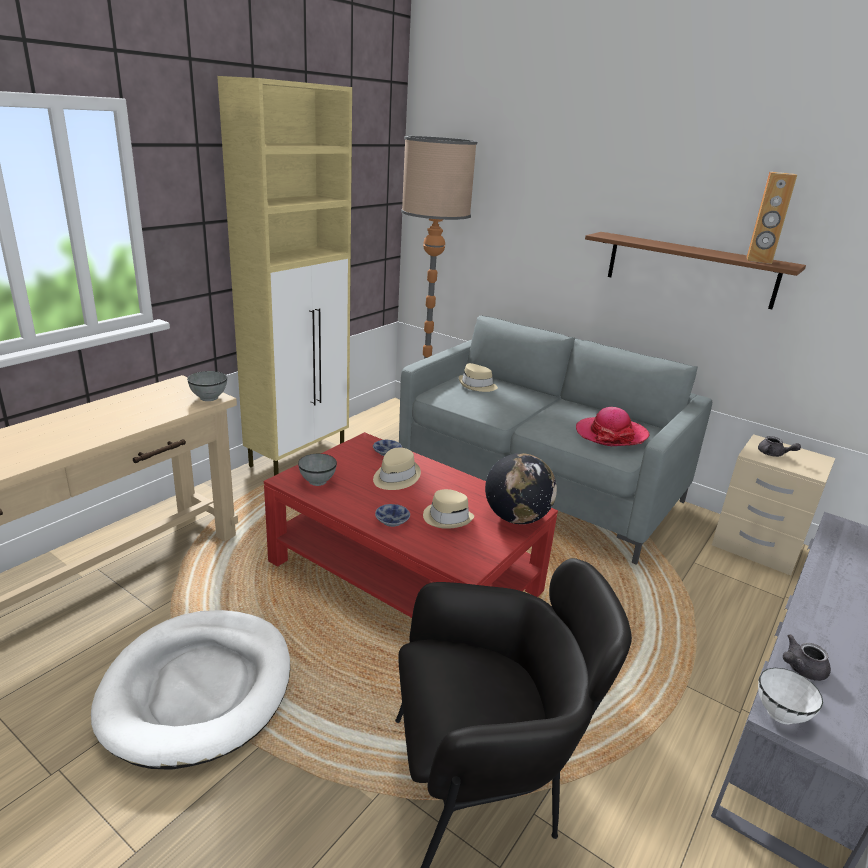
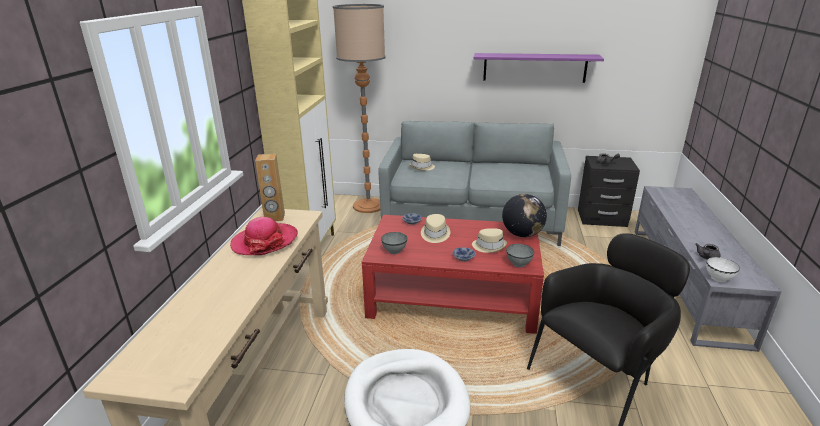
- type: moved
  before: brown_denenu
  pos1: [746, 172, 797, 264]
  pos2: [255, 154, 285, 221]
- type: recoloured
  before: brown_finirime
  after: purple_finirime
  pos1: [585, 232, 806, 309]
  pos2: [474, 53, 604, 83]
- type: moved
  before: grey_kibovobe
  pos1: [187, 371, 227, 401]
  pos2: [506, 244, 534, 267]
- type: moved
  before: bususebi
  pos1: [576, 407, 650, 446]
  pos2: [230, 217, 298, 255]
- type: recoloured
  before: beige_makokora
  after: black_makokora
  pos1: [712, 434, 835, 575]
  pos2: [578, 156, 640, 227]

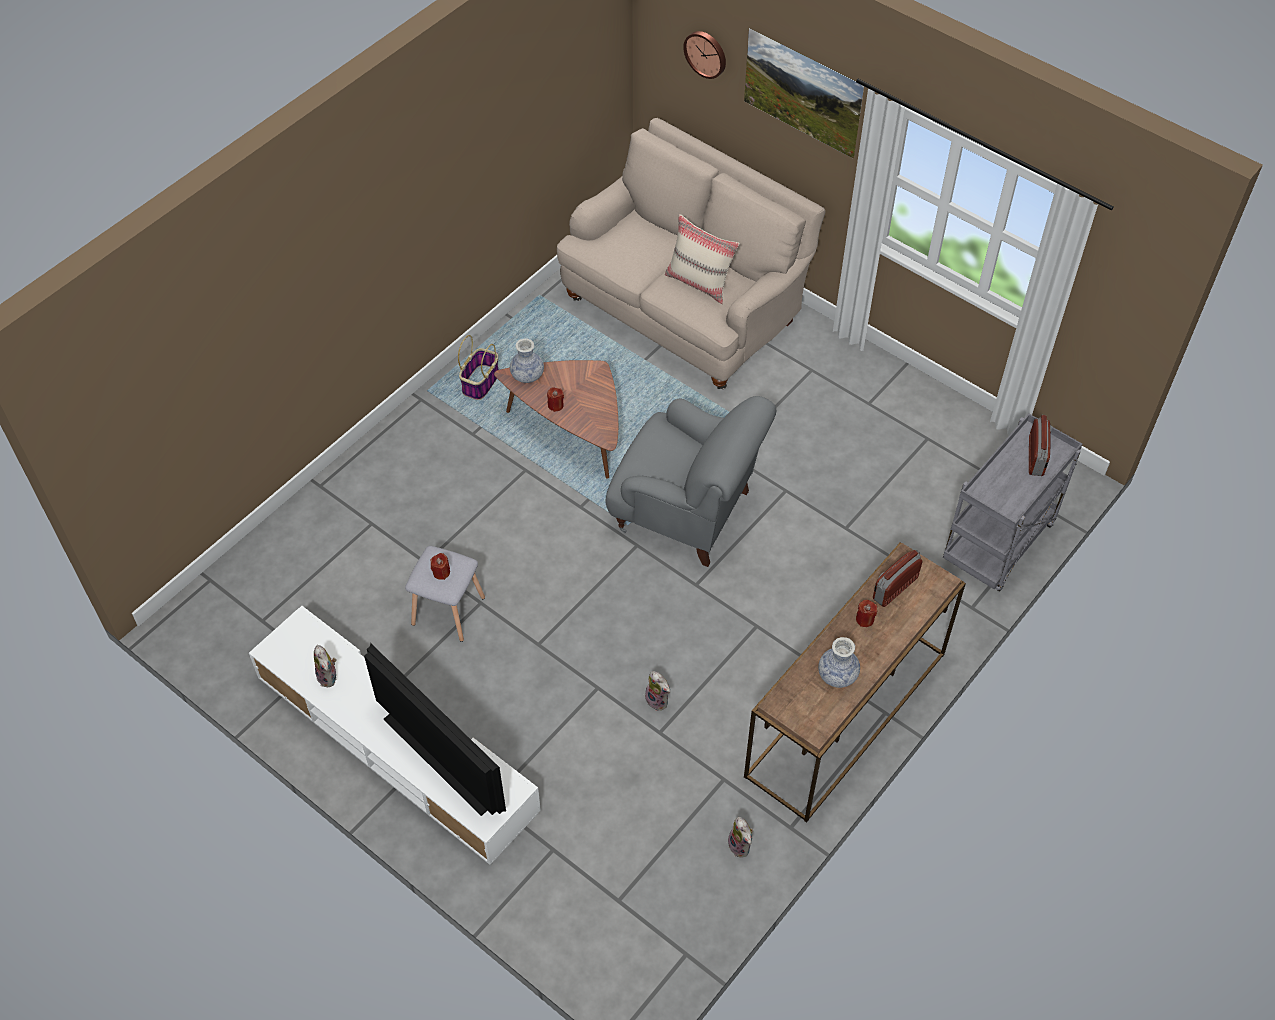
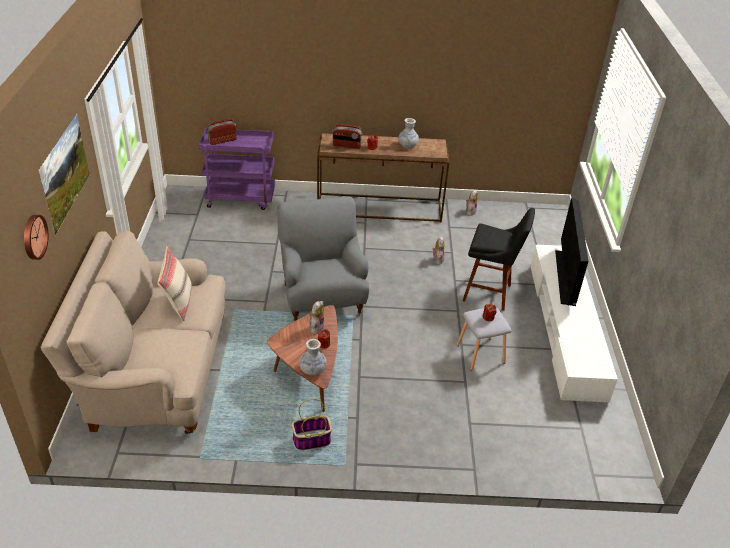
- type: recoloured
  before: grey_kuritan
  after: purple_kuritan
  pos1: [943, 413, 1082, 591]
  pos2: [199, 128, 275, 210]
- type: moved
  before: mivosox
  pos1: [314, 645, 336, 687]
  pos2: [309, 301, 324, 334]
- type: added
  after: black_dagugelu
  pos2: [463, 208, 535, 311]

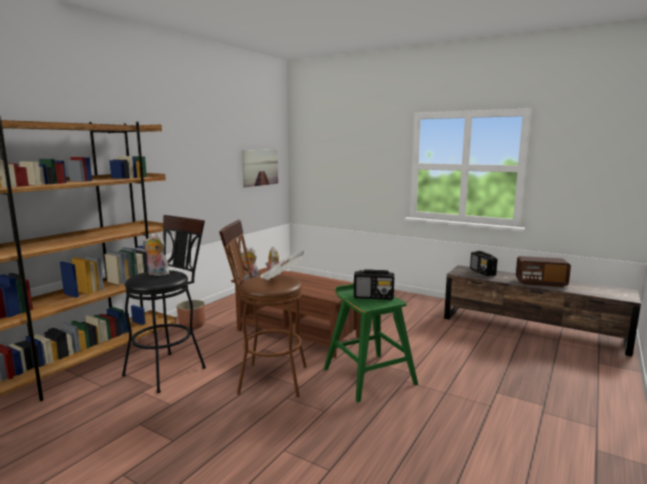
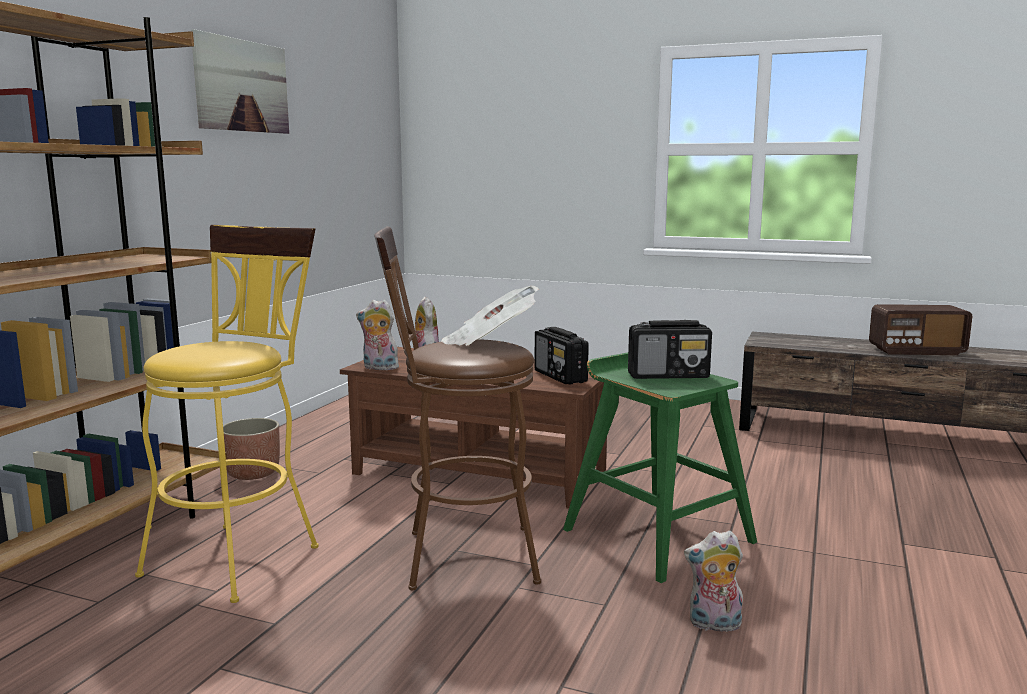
- type: moved
  before: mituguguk
  pos1: [242, 150, 278, 187]
  pos2: [191, 29, 289, 134]
- type: recoloured
  before: black_dagugelu
  after: yellow_dagugelu
  pos1: [122, 215, 206, 393]
  pos2: [135, 224, 319, 603]
- type: moved
  before: mivosox
  pos1: [143, 233, 169, 276]
  pos2: [684, 530, 743, 632]
- type: moved
  before: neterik
  pos1: [470, 251, 498, 276]
  pos2: [535, 327, 589, 385]

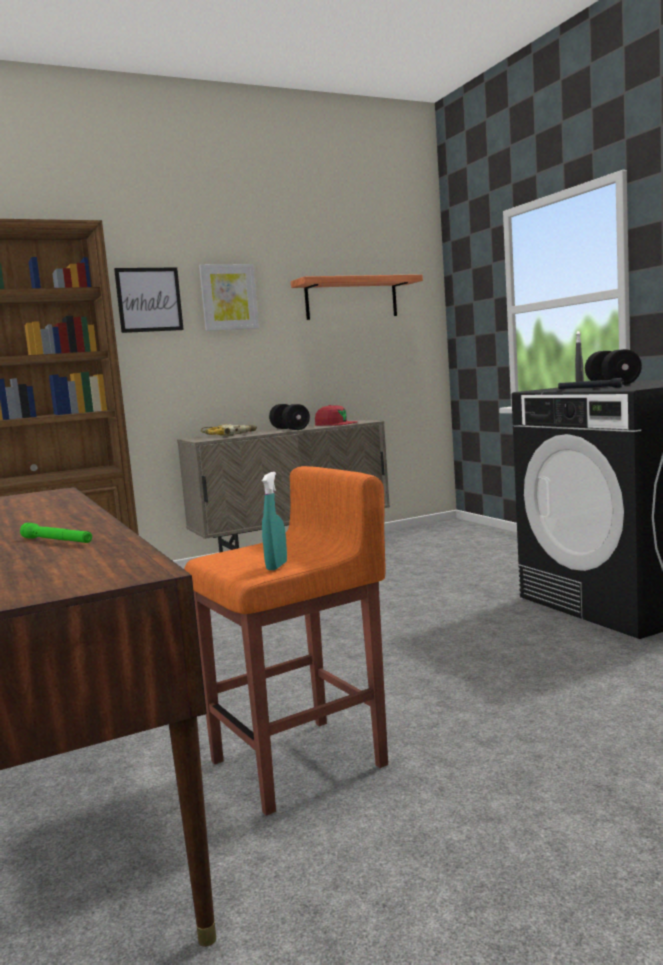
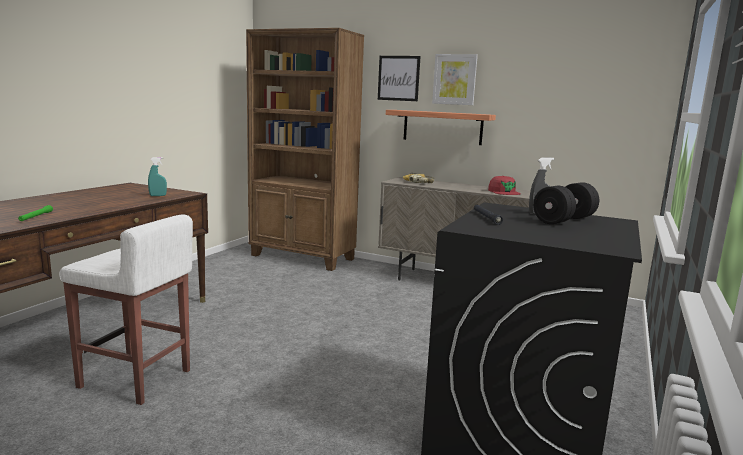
- type: moved
  before: finirime
  pos1: [291, 274, 423, 320]
  pos2: [386, 110, 496, 145]
- type: removed
  before: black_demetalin
  pos1: [269, 404, 310, 430]
- type: recoloured
  before: orange_dagugelu
  after: white_dagugelu
  pos1: [184, 466, 388, 816]
  pos2: [59, 214, 193, 405]
- type: moved
  before: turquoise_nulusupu
  pos1: [262, 472, 287, 570]
  pos2: [148, 157, 167, 196]

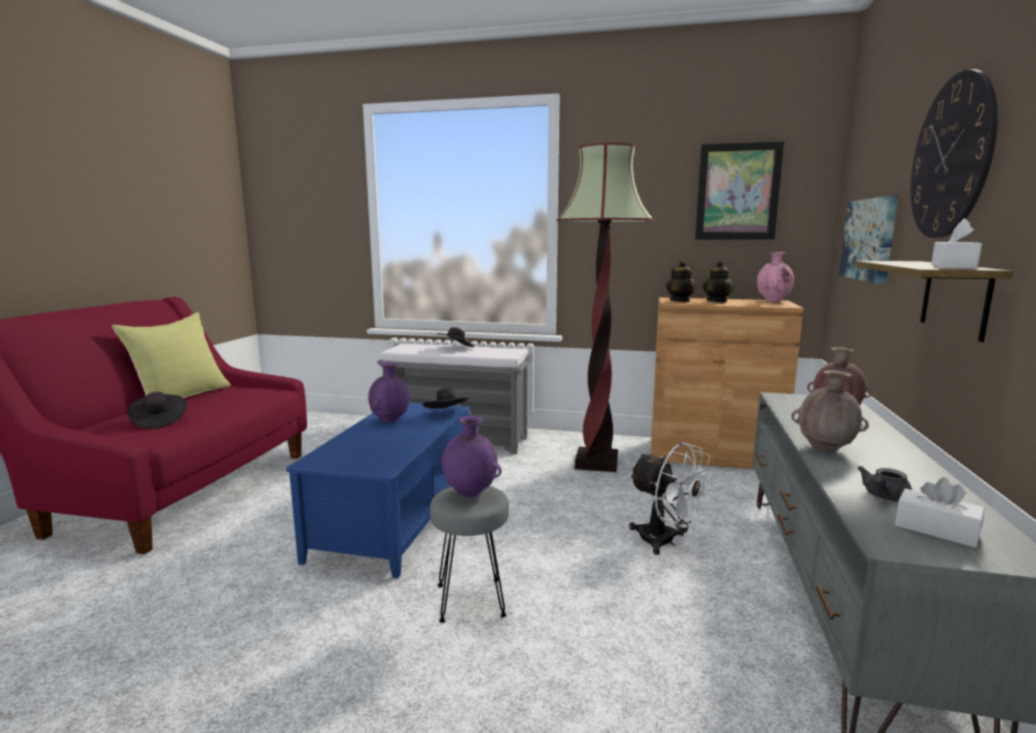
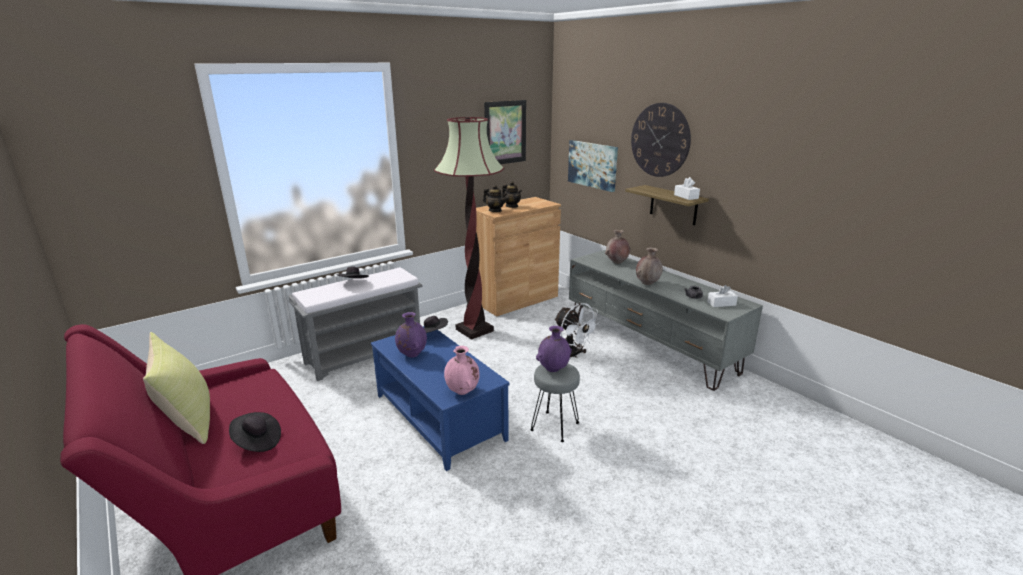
- type: moved
  before: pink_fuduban
  pos1: [757, 252, 794, 302]
  pos2: [444, 346, 480, 395]
- type: turned
  before: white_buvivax
  pos1: [629, 443, 713, 555]
  pos2: [554, 303, 601, 358]
  turn: 60

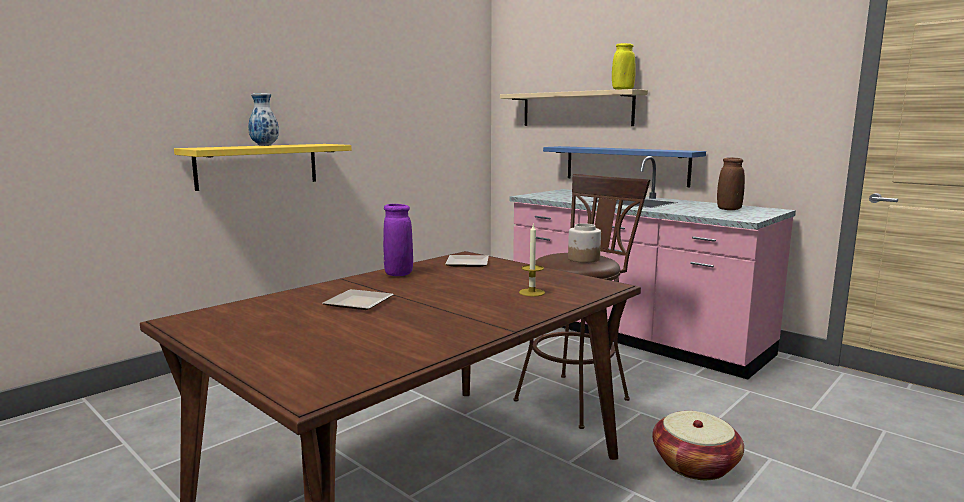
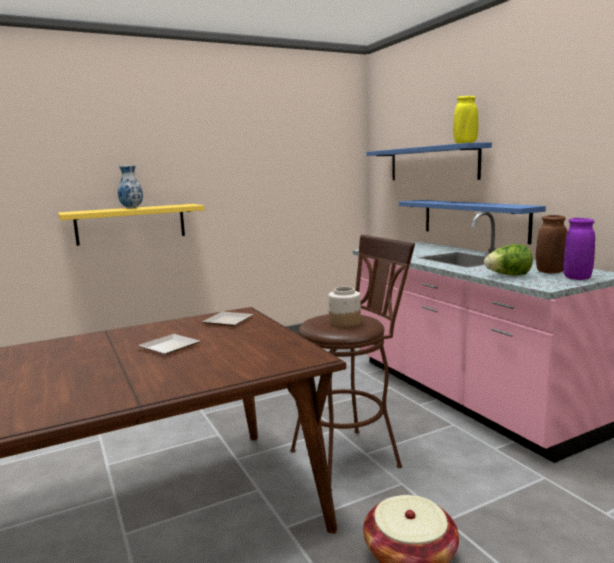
- type: recoloured
  before: beige_finirime
  after: blue_finirime
  pos1: [500, 89, 648, 126]
  pos2: [366, 142, 492, 180]
- type: moved
  before: purple_fuduban
  pos1: [383, 204, 413, 276]
  pos2: [563, 218, 595, 280]
- type: removed
  before: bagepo
  pos1: [519, 225, 545, 297]
- type: moved
  before: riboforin
  pos1: [322, 289, 394, 310]
  pos2: [138, 334, 200, 354]
- type: added
  after: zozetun
  pos2: [484, 244, 533, 276]

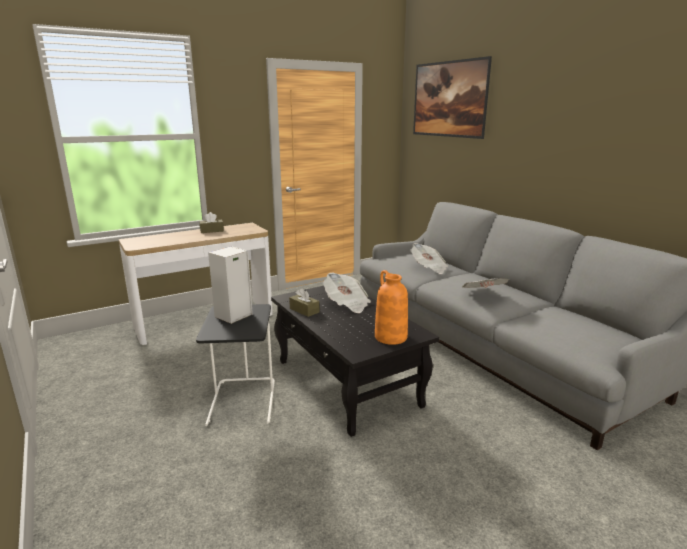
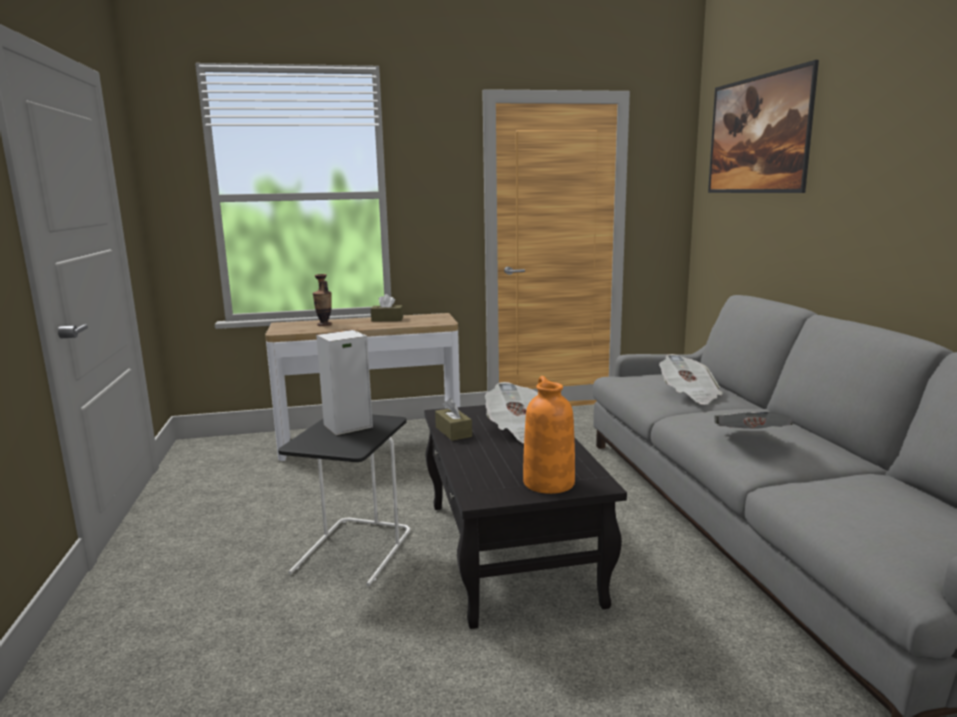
- type: added
  after: fuduban
  pos2: [313, 274, 332, 326]

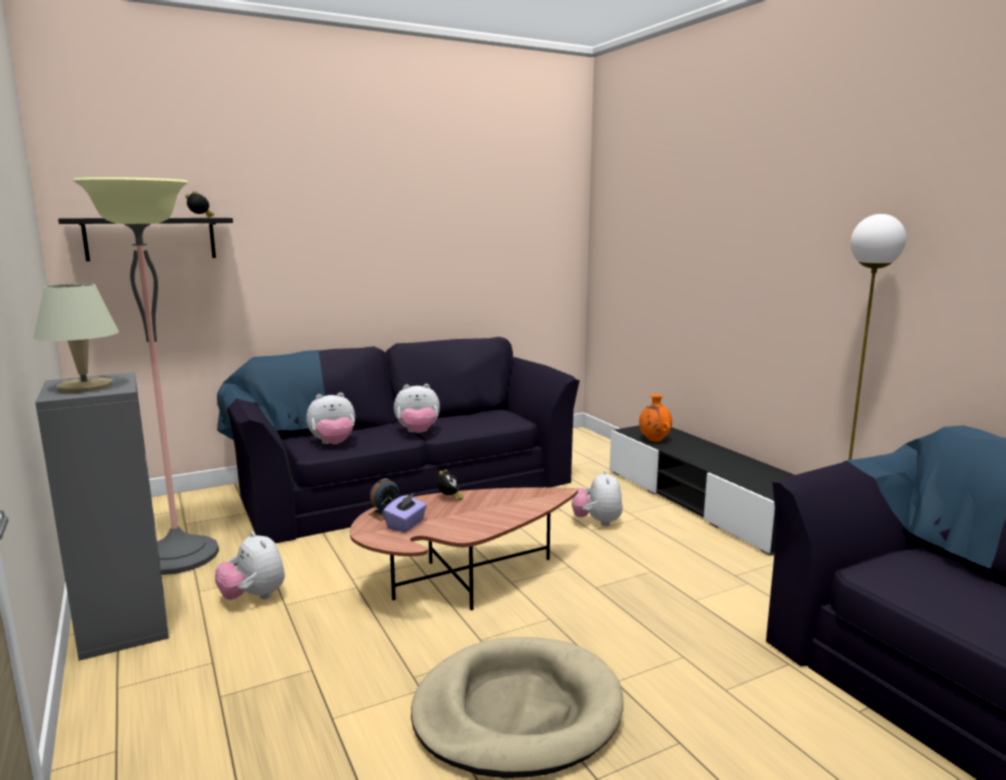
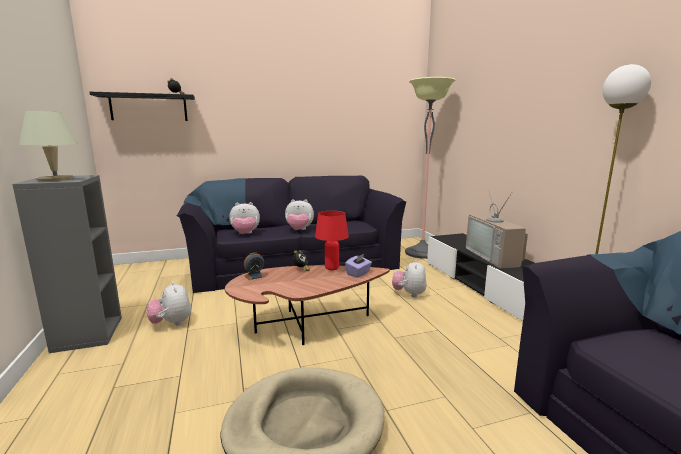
- type: moved
  before: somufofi
  pos1: [73, 177, 219, 575]
  pos2: [405, 77, 456, 259]
- type: removed
  before: orange_fuduban
  pos1: [639, 394, 672, 442]
- type: moved
  before: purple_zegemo
  pos1: [383, 493, 427, 533]
  pos2: [345, 253, 372, 277]
- type: added
  after: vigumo
  pos2: [466, 186, 528, 269]
- type: added
  after: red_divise
  pos2: [315, 211, 349, 270]

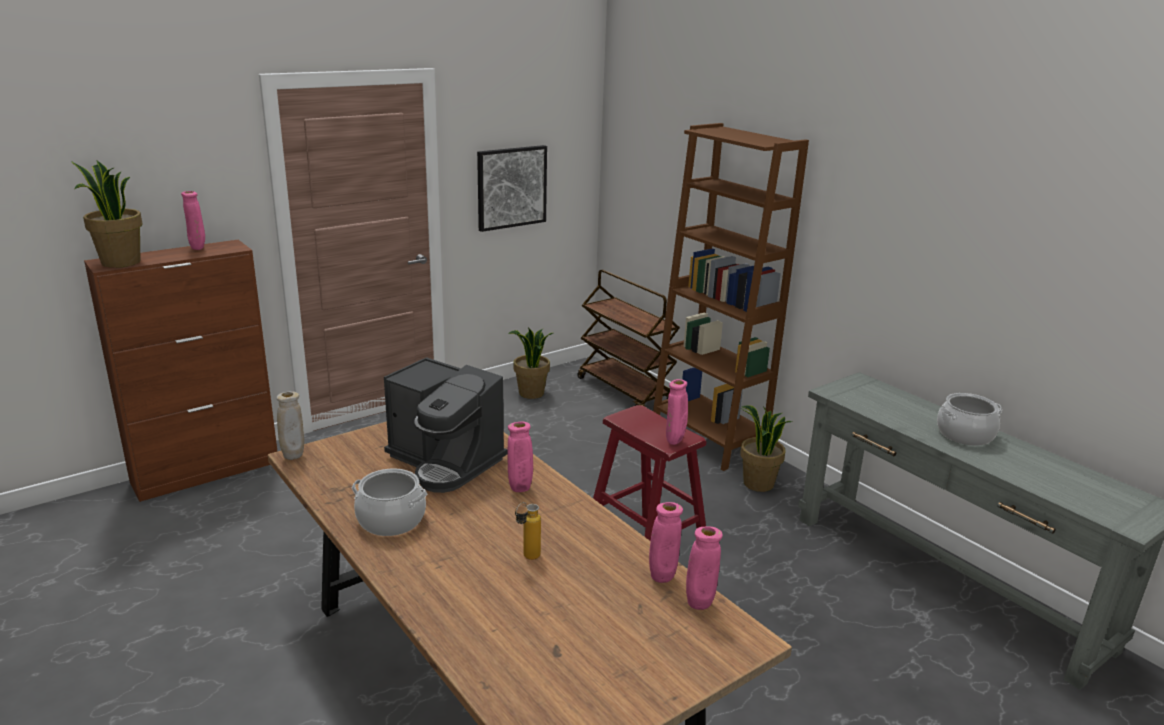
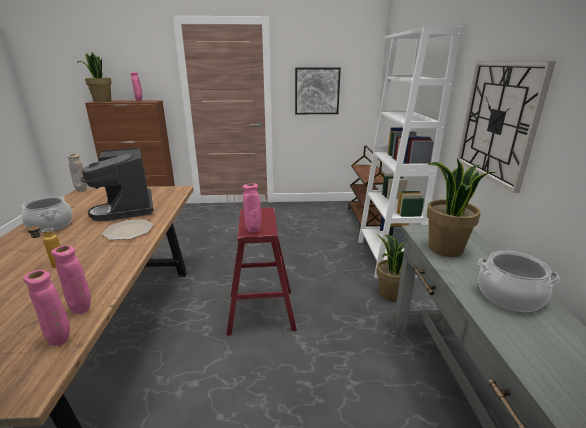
- type: recoloured
  before: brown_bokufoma
  after: white_bokufoma
  pos1: [653, 123, 809, 471]
  pos2: [358, 26, 462, 278]
- type: moved
  before: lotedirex
  pos1: [508, 327, 553, 399]
  pos2: [427, 159, 495, 257]
- type: replaced
  before: pink_fuduban
  after: riboforin
  pos1: [507, 422, 533, 492]
  pos2: [102, 219, 153, 240]
- type: added
  after: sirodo
  pos2: [458, 61, 556, 193]

